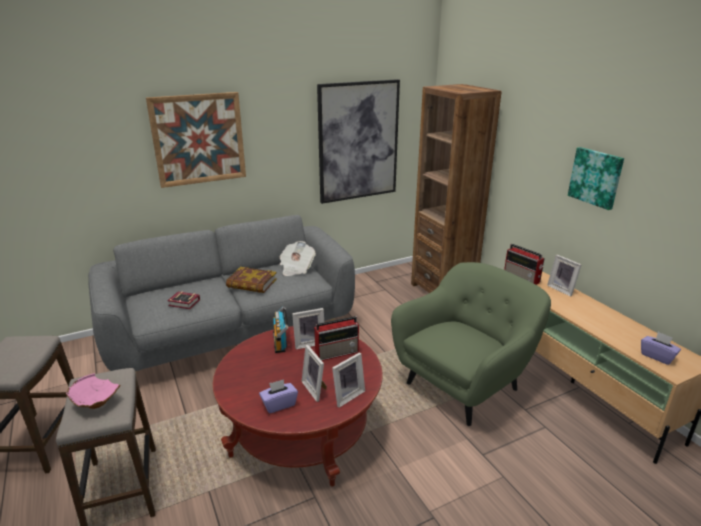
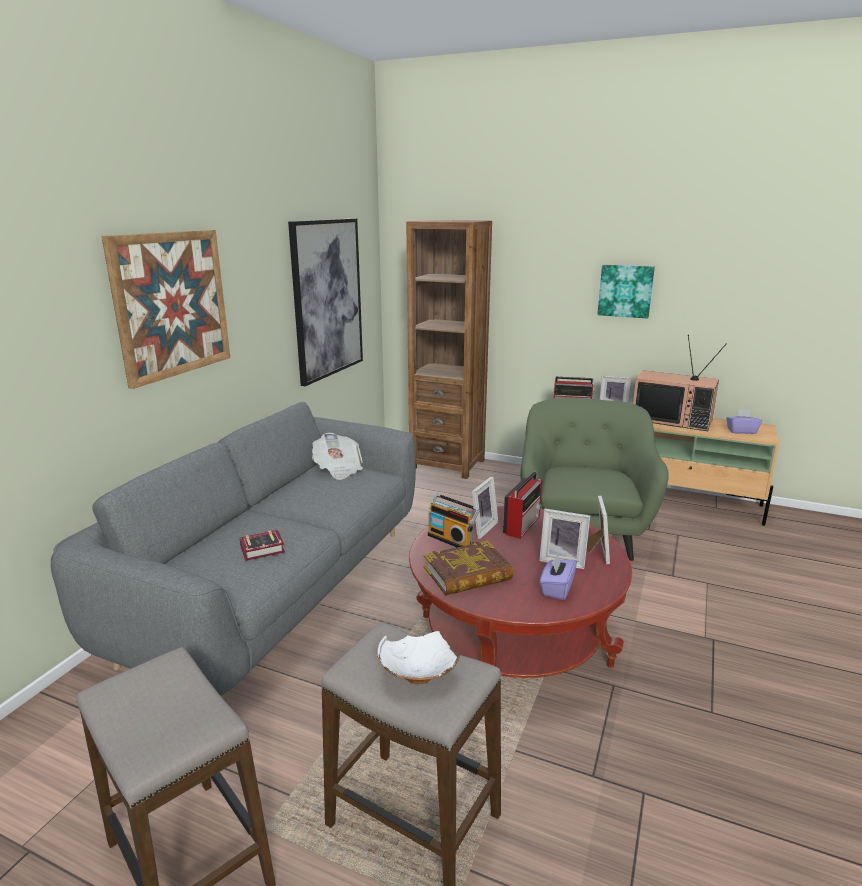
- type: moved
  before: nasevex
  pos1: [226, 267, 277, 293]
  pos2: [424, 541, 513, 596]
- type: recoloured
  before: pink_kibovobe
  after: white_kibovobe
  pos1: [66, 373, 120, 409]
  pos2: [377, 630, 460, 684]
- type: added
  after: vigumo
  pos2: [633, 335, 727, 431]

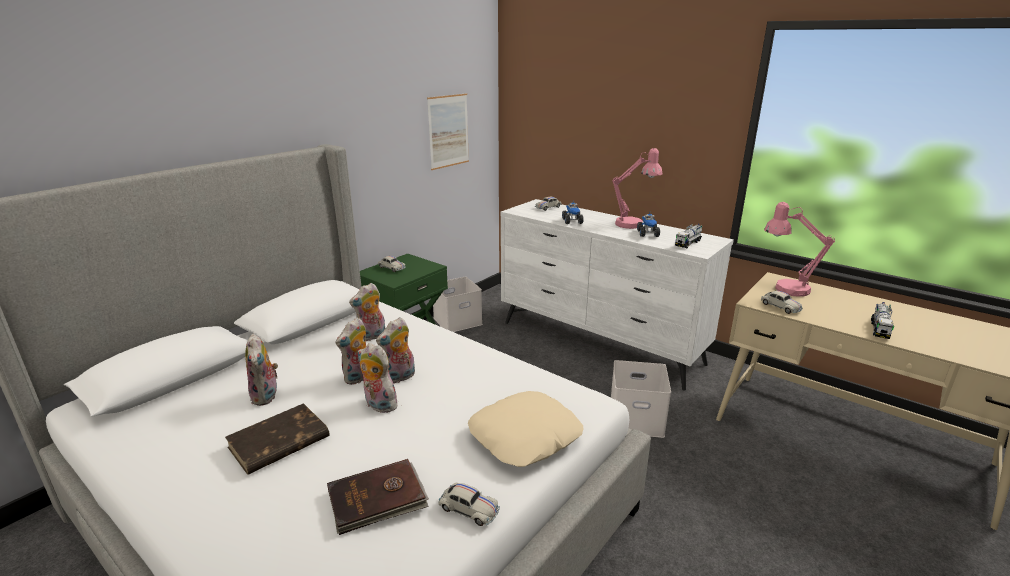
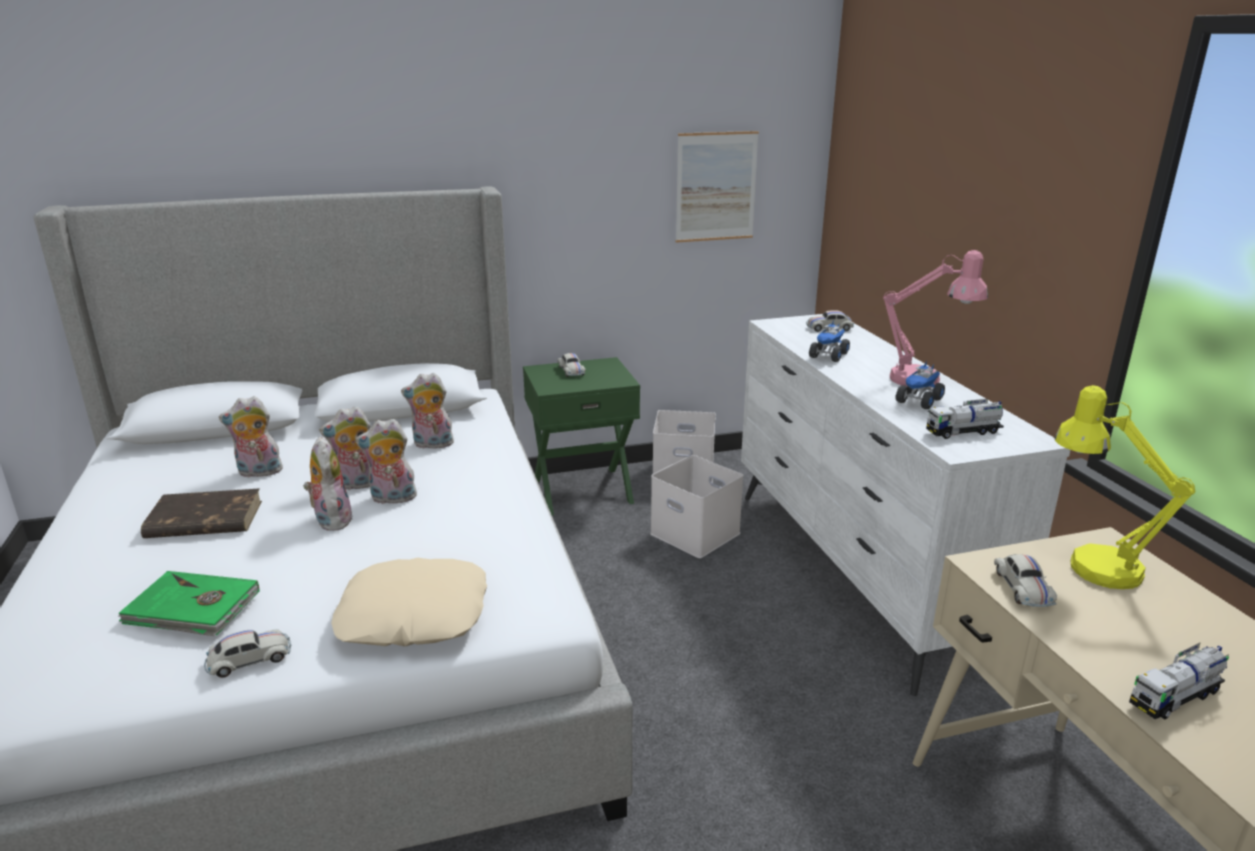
- type: recoloured
  before: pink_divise
  after: yellow_divise
  pos1: [764, 202, 835, 297]
  pos2: [1054, 385, 1195, 589]
- type: turned
  before: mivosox
  pos1: [245, 334, 278, 406]
  pos2: [219, 396, 283, 478]
  turn: 60
- type: moved
  before: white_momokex
  pos1: [611, 360, 671, 438]
  pos2: [650, 455, 744, 558]
- type: recoloured
  before: brown_nasevex
  after: green_nasevex
  pos1: [327, 459, 429, 535]
  pos2: [118, 571, 259, 636]
- type: turned
  before: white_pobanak
  pos1: [438, 482, 500, 526]
  pos2: [204, 629, 292, 678]
  turn: -90

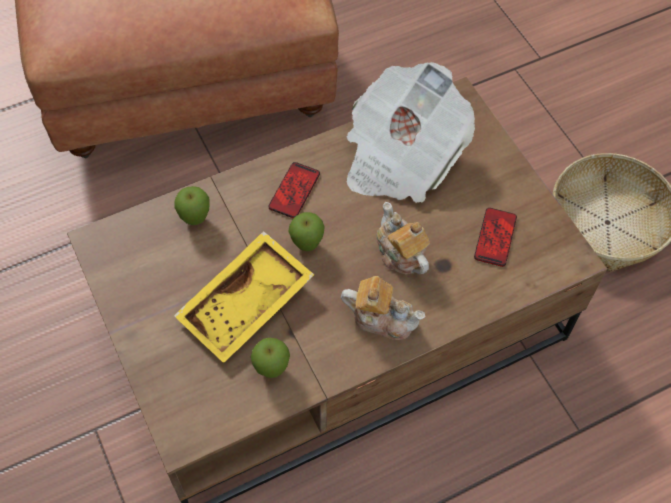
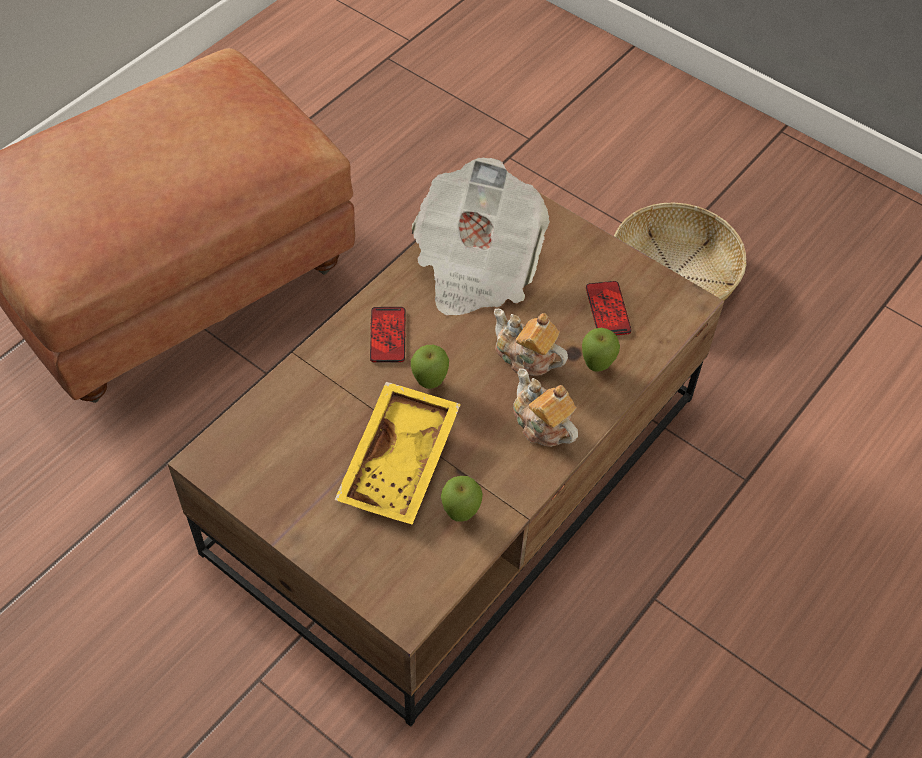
- type: moved
  before: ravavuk
  pos1: [174, 186, 210, 225]
  pos2: [582, 328, 620, 372]
- type: turned
  before: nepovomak
  pos1: [341, 276, 425, 340]
  pos2: [513, 368, 578, 447]
  turn: -120

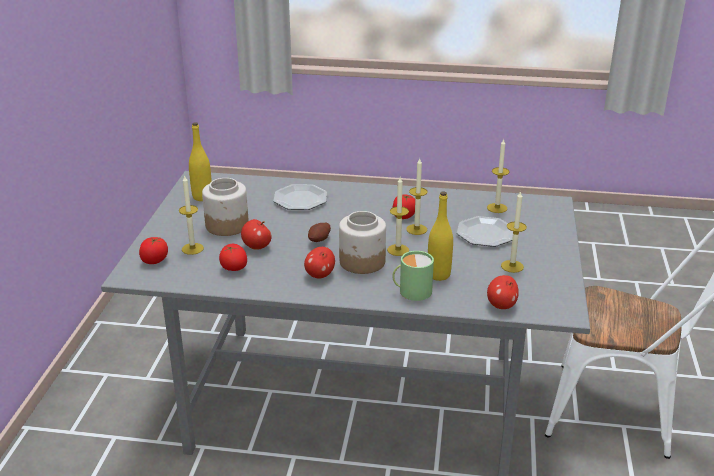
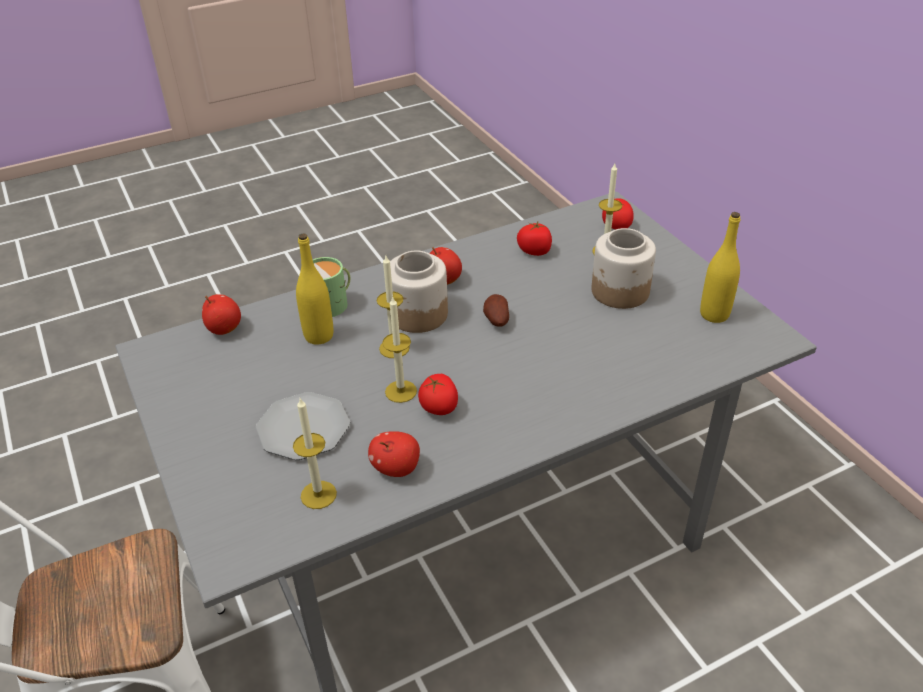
- type: removed
  before: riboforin
  pos1: [273, 184, 327, 210]
- type: removed
  before: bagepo
  pos1: [501, 191, 527, 273]
- type: moved
  before: ravavuk
  pos1: [241, 219, 272, 250]
  pos2: [368, 431, 420, 477]

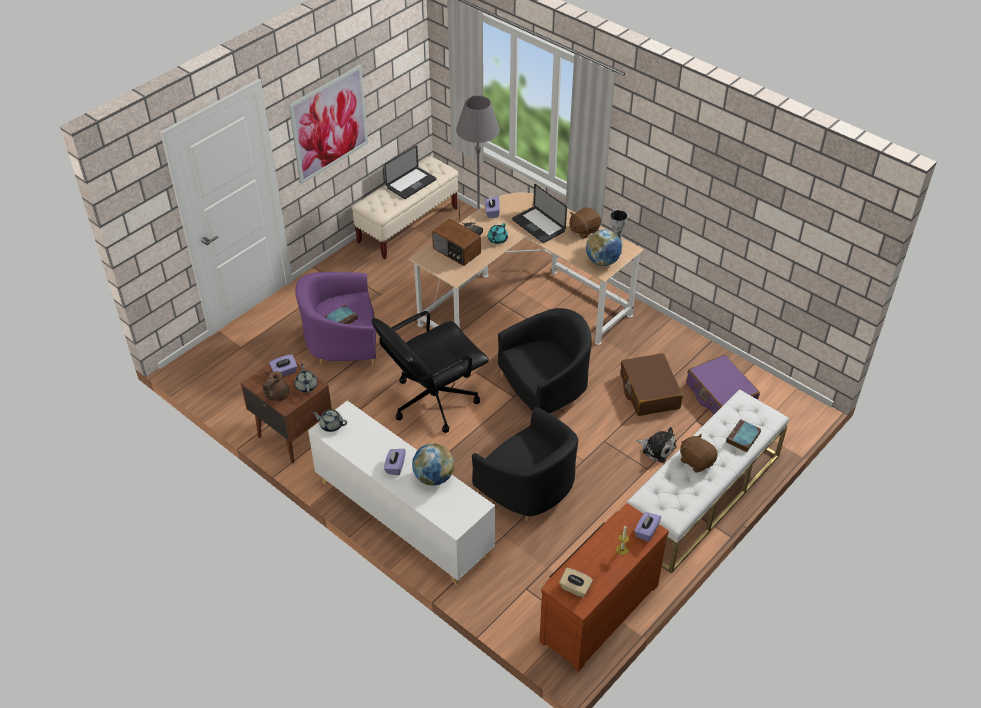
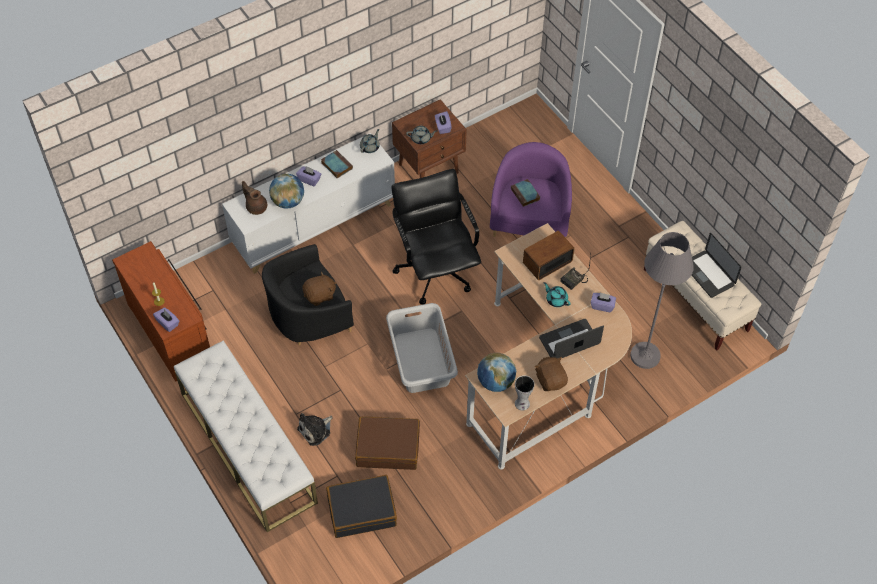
- type: removed
  before: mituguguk
  pos1: [289, 65, 368, 184]
- type: replaced
  before: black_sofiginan
  after: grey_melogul
  pos1: [498, 308, 592, 413]
  pos2: [386, 303, 458, 393]
- type: recoloured
  before: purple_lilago
  after: black_lilago
  pos1: [687, 355, 760, 415]
  pos2: [326, 475, 397, 538]
- type: moved
  before: brown_nepovomak
  pos1: [262, 371, 289, 402]
  pos2: [242, 181, 267, 215]
- type: moved
  before: nasevex
  pos1: [726, 419, 761, 452]
  pos2: [321, 150, 353, 178]
- type: moved
  before: brown_mivosox
  pos1: [680, 433, 718, 473]
  pos2: [302, 271, 336, 306]
- type: removed
  before: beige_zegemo
  pos1: [559, 568, 593, 598]

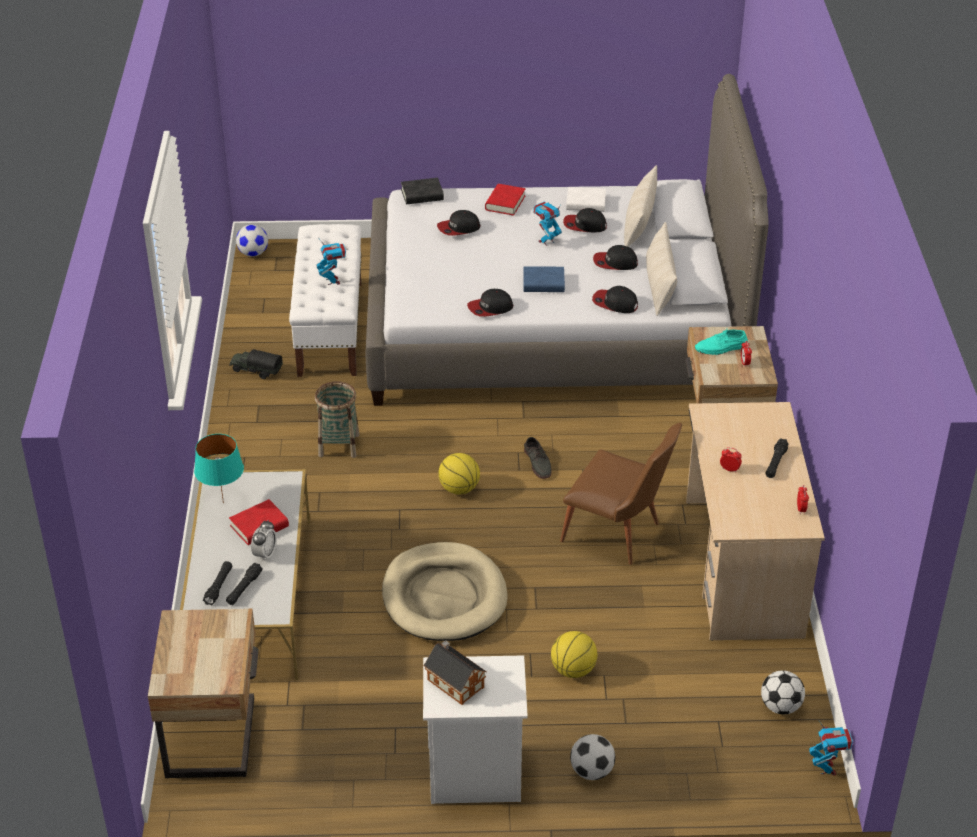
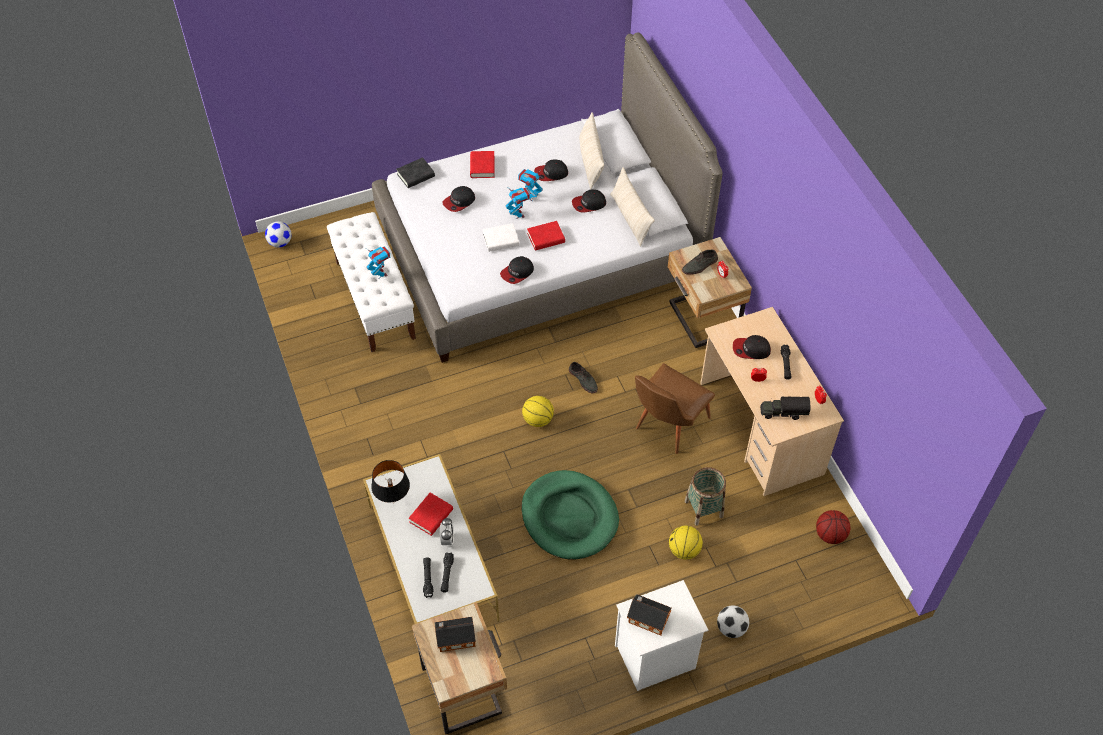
- type: moved
  before: white_nasevex
  pos1: [566, 187, 606, 212]
  pos2: [483, 223, 519, 252]
- type: recoloured
  before: blue_nasevex
  after: red_nasevex
  pos1: [523, 266, 565, 292]
  pos2: [527, 221, 565, 251]
- type: moved
  before: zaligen
  pos1: [592, 286, 638, 313]
  pos2: [733, 335, 771, 359]
- type: recoloured
  before: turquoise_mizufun
  after: grey_mizufun
  pos1: [695, 329, 748, 355]
  pos2: [682, 250, 718, 275]
- type: moved
  before: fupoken
  pos1: [230, 349, 283, 379]
  pos2: [760, 397, 810, 420]
- type: moved
  before: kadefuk
  pos1: [315, 381, 359, 458]
  pos2: [685, 467, 726, 526]
- type: turned
  before: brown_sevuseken
  pos1: [560, 423, 682, 565]
  pos2: [635, 363, 715, 454]
  turn: 120
- type: recoloured
  before: turquoise_divise
  after: black_divise
  pos1: [194, 434, 244, 503]
  pos2: [371, 460, 410, 502]
- type: recoloured
  before: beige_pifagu
  after: green_pifagu
  pos1: [382, 542, 508, 641]
  pos2: [522, 470, 619, 560]
- type: replaced
  before: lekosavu
  after: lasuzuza
  pos1: [761, 670, 805, 714]
  pos2: [816, 510, 851, 544]
- type: moved
  before: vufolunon
  pos1: [809, 721, 853, 775]
  pos2: [506, 188, 530, 219]
- type: added
  after: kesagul
  pos2: [435, 617, 476, 652]

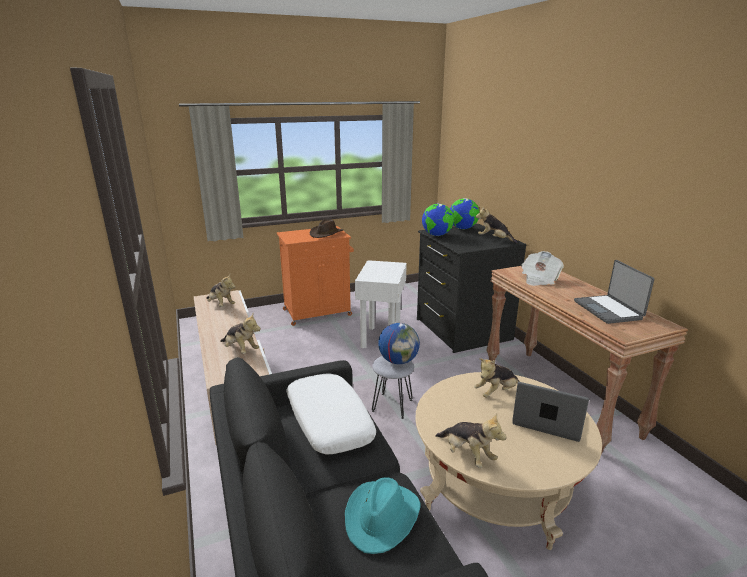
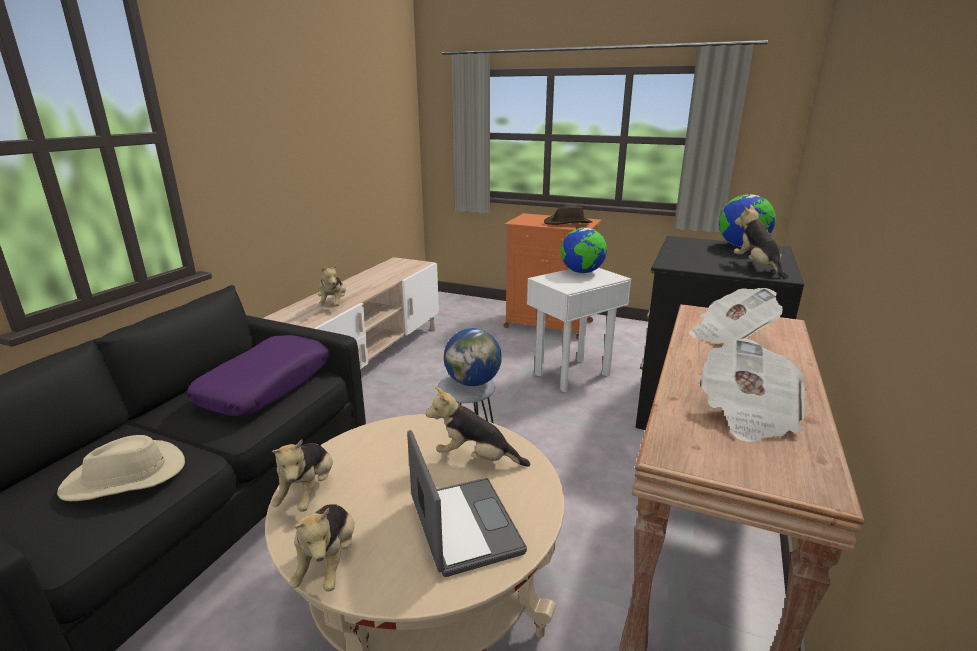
- type: moved
  before: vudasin
  pos1: [422, 204, 454, 236]
  pos2: [561, 227, 607, 273]
- type: replaced
  before: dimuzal
  after: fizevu
  pos1: [574, 260, 654, 324]
  pos2: [699, 339, 805, 442]
- type: moved
  before: mivosox
  pos1: [206, 274, 235, 307]
  pos2: [290, 504, 355, 592]
- type: recoloured
  before: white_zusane
  after: purple_zusane
  pos1: [286, 374, 376, 454]
  pos2: [187, 335, 330, 416]
- type: recoloured
  before: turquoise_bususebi
  after: beige_bususebi
  pos1: [345, 477, 420, 554]
  pos2: [57, 435, 185, 501]

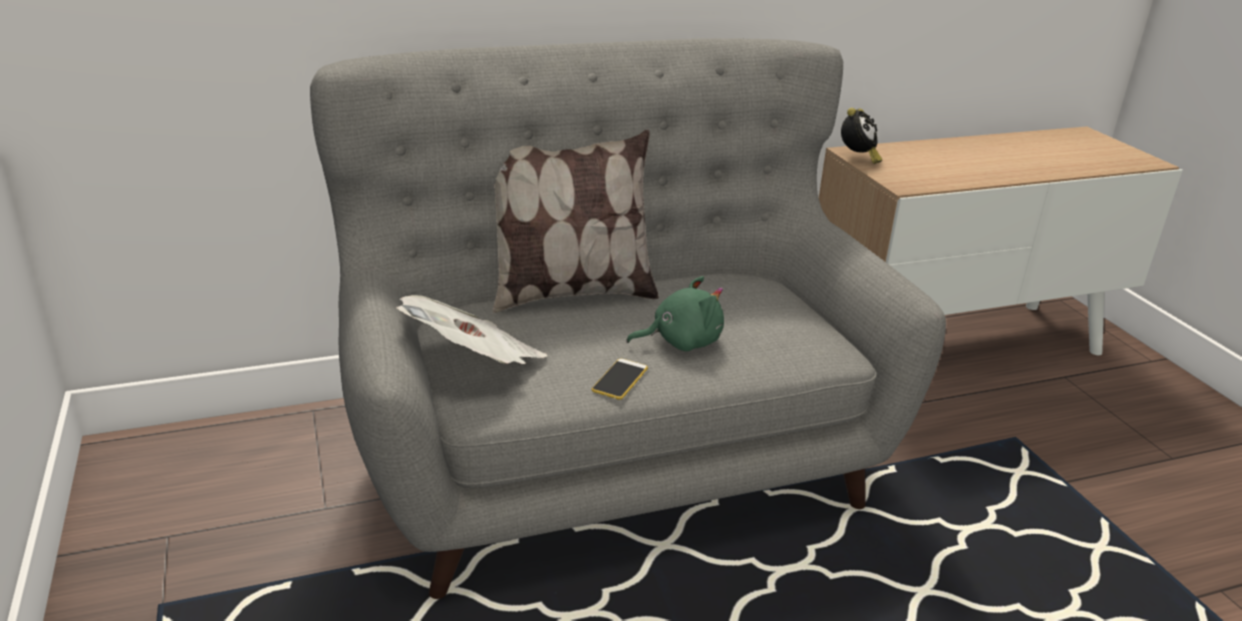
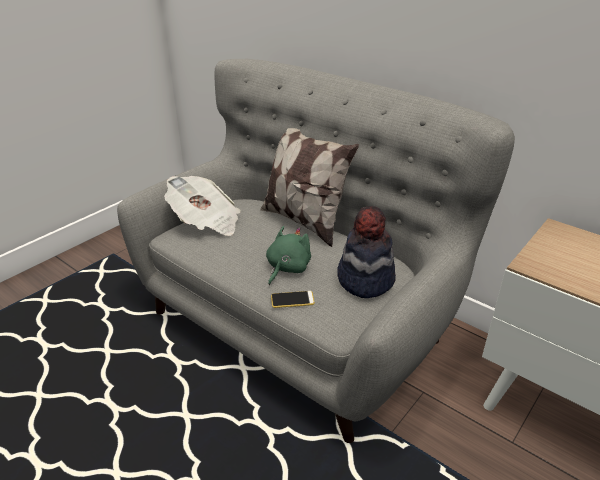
- type: removed
  before: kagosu
  pos1: [841, 108, 882, 164]
- type: turned
  before: green_mivosox
  pos1: [626, 276, 724, 351]
  pos2: [266, 226, 311, 285]
  turn: -105
- type: moved
  before: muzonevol
  pos1: [592, 358, 648, 400]
  pos2: [271, 291, 315, 308]
- type: added
  after: bususebi
  pos2: [337, 206, 396, 298]

